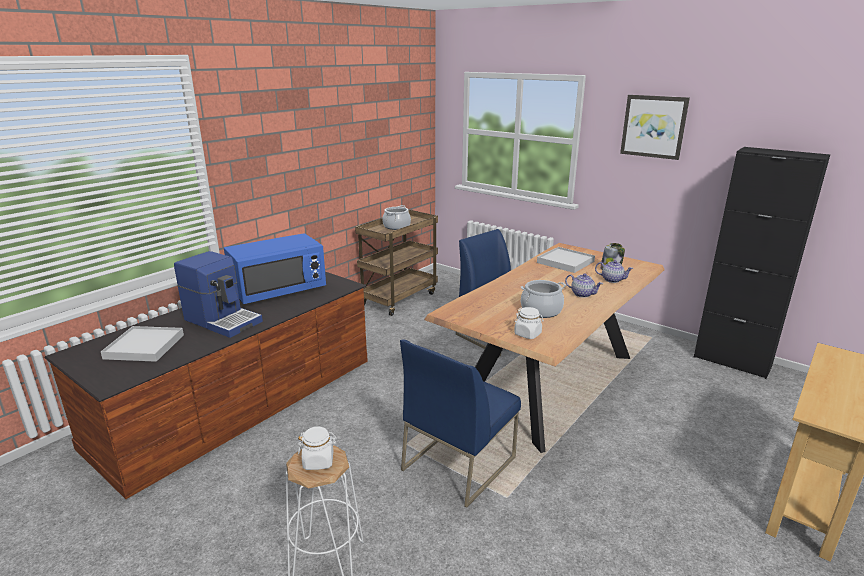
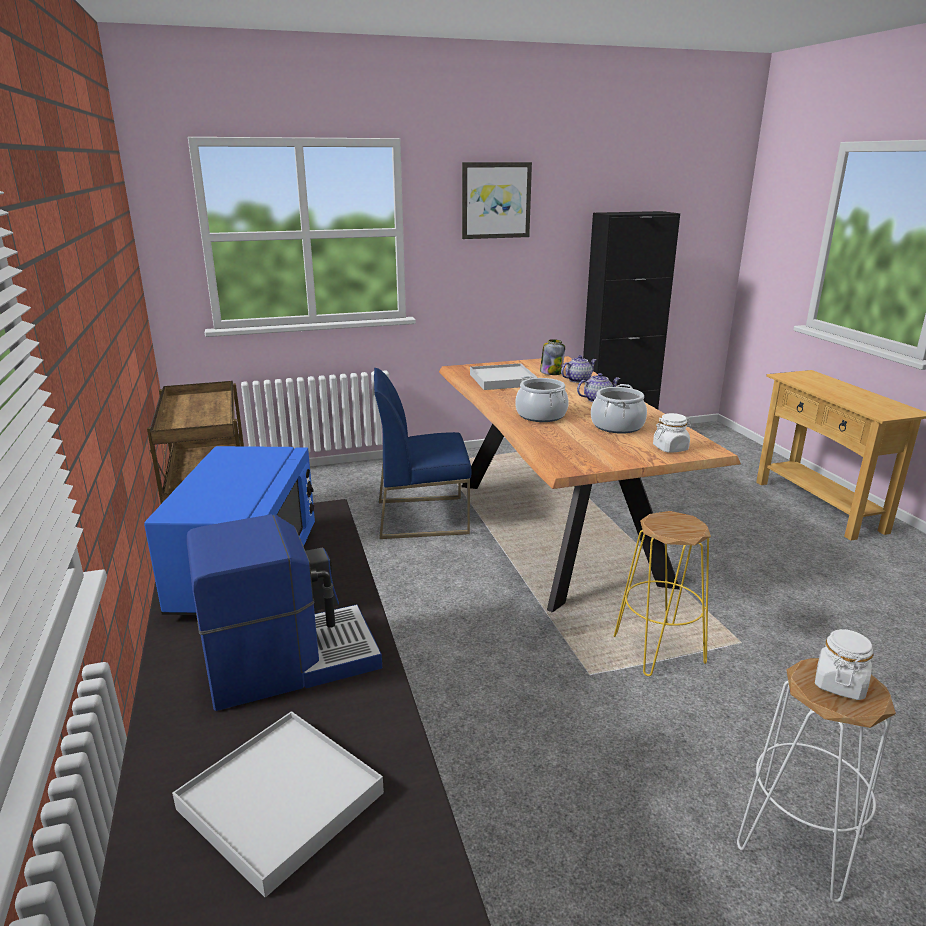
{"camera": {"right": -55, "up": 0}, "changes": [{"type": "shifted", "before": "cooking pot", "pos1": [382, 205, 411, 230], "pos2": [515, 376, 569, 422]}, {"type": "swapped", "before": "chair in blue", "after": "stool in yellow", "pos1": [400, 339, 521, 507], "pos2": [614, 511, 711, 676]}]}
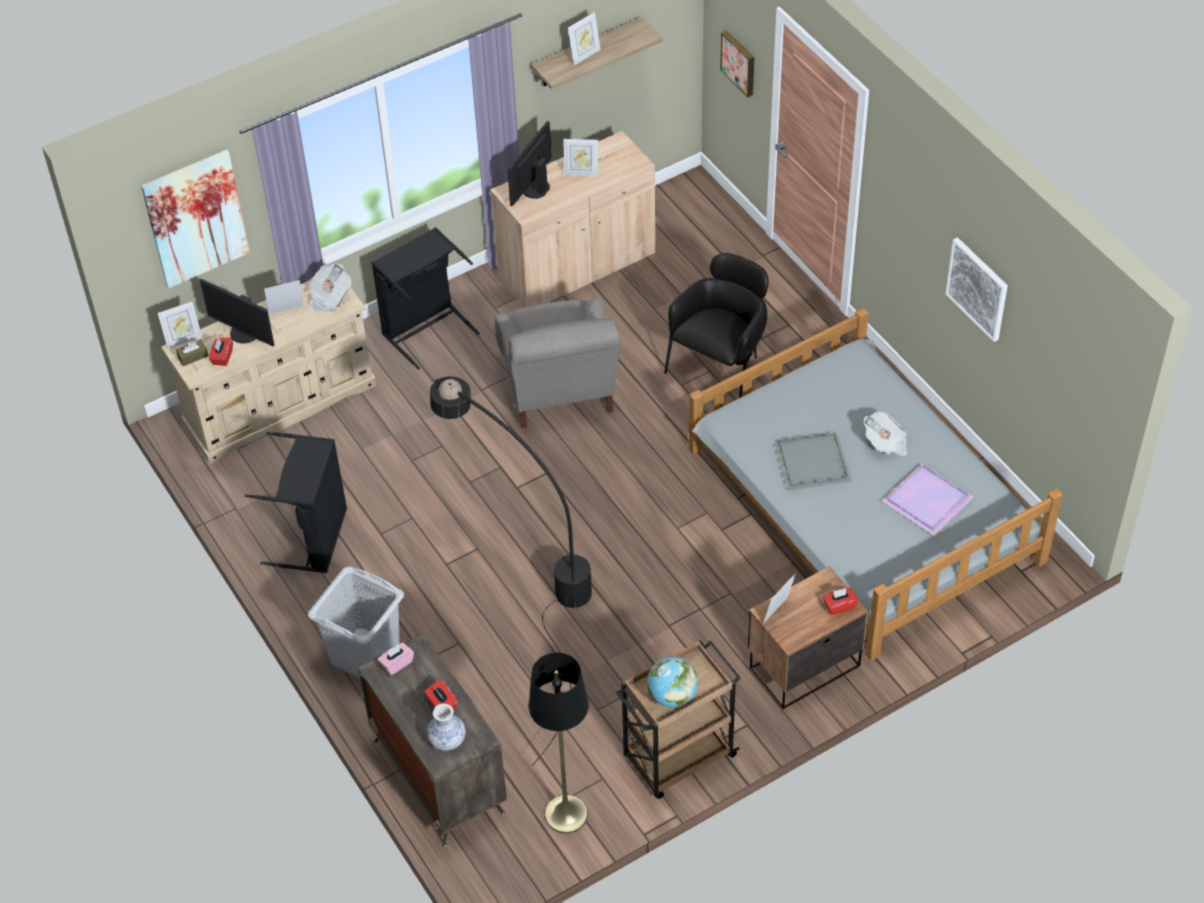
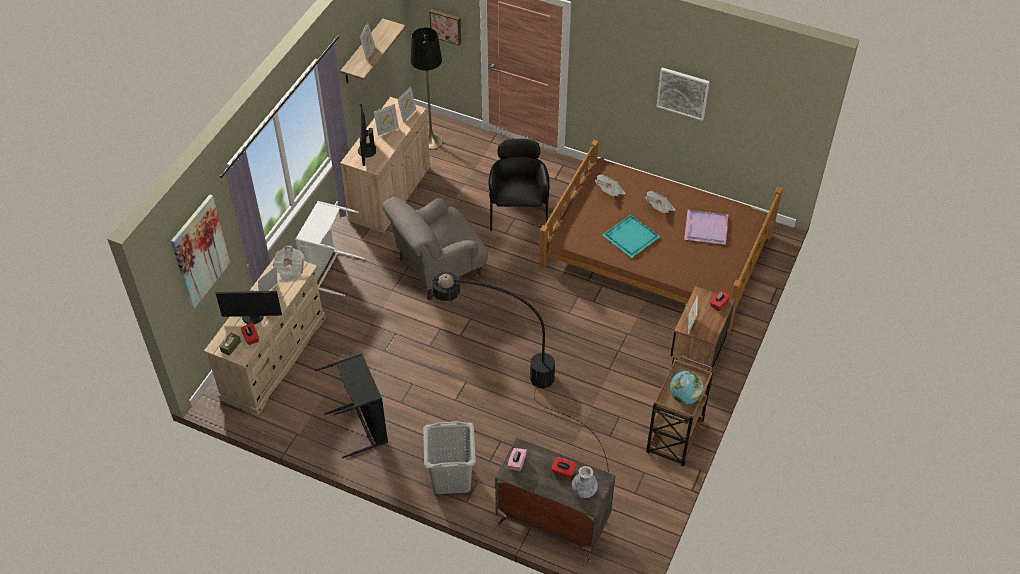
{"camera": {"right": -35, "up": 0}, "changes": [{"type": "new", "after": "newspaper", "pos2": [595, 174, 625, 197]}, {"type": "shifted", "before": "picture frame", "pos1": [158, 302, 202, 349], "pos2": [398, 86, 416, 123]}, {"type": "shifted", "before": "floor lamp in black", "pos1": [529, 652, 589, 834], "pos2": [411, 28, 443, 150]}, {"type": "repainted", "before": "laundry basket in black", "after": "laundry basket in white", "pos1": [372, 227, 480, 369], "pos2": [295, 201, 365, 296]}, {"type": "repainted", "before": "bed in grey", "after": "bed in brown", "pos1": [689, 308, 1063, 661], "pos2": [539, 140, 783, 332]}, {"type": "repainted", "before": "tray in grey", "after": "tray in turquoise", "pos1": [775, 433, 852, 491], "pos2": [602, 215, 660, 258]}, {"type": "rotated", "before": "armchair in grey", "pos1": [494, 296, 620, 428], "pos2": [382, 197, 488, 300], "turn": 105}]}
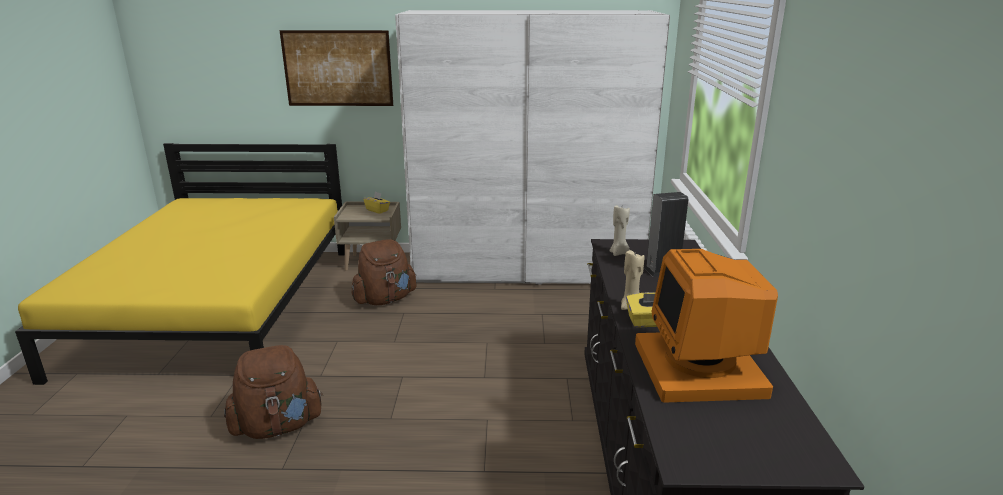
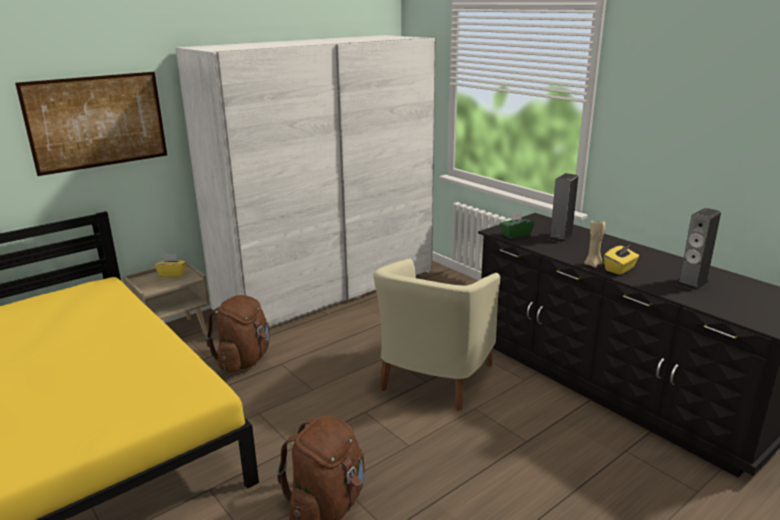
{"camera": {"right": -40, "up": 0}, "changes": [{"type": "new", "after": "armchair in beige", "pos2": [373, 259, 500, 411]}, {"type": "swapped", "before": "candle in beige", "after": "tissue box in green", "pos1": [610, 205, 630, 256], "pos2": [500, 212, 534, 239]}, {"type": "swapped", "before": "monitor", "after": "speaker", "pos1": [635, 249, 778, 403], "pos2": [677, 208, 721, 291]}]}
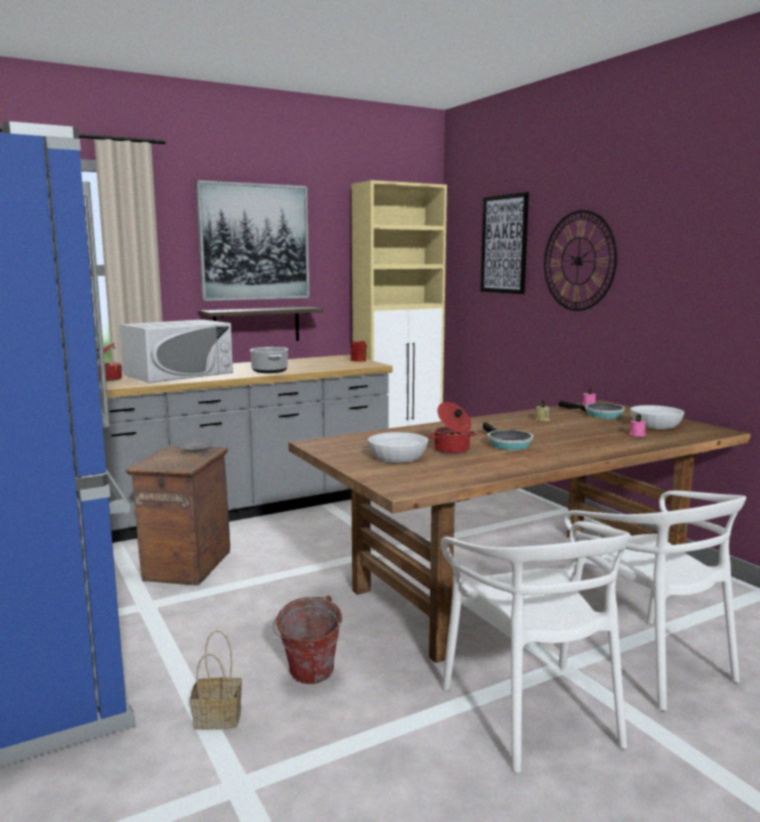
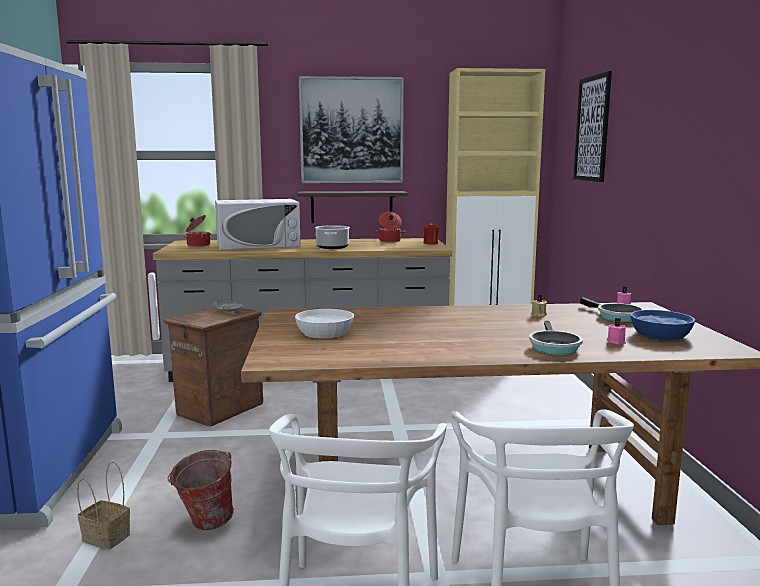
{"camera": {"right": 25, "up": 0}, "changes": [{"type": "gone", "before": "wall clock", "pos1": [544, 210, 617, 311]}, {"type": "shifted", "before": "cooking pot", "pos1": [428, 402, 476, 454], "pos2": [375, 212, 405, 242]}, {"type": "shifted", "before": "frying pan", "pos1": [483, 422, 534, 450], "pos2": [529, 321, 583, 355]}, {"type": "repainted", "before": "bowl in white", "after": "bowl in blue", "pos1": [630, 405, 684, 429], "pos2": [631, 310, 695, 340]}]}
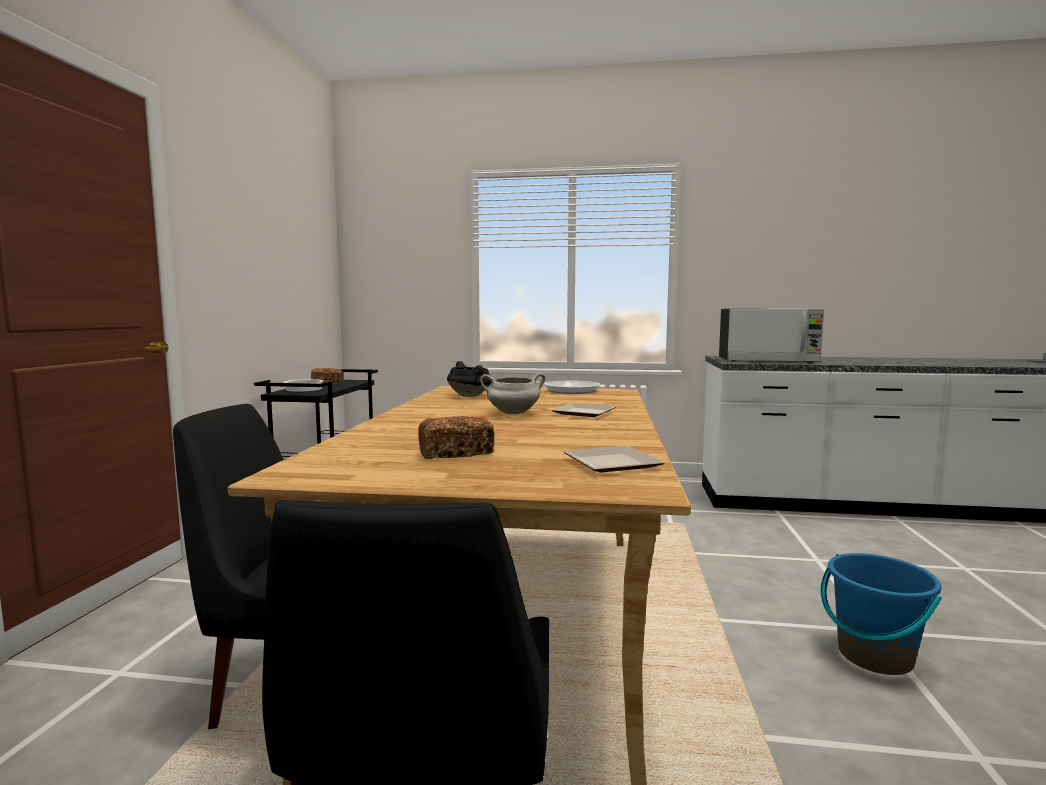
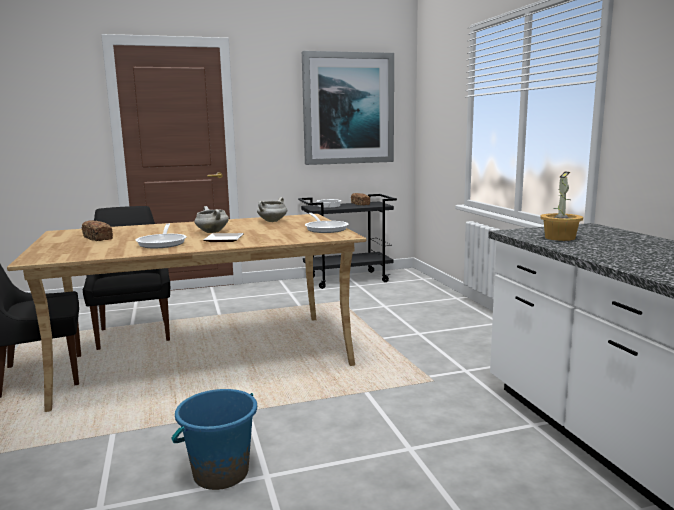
{"camera": {"right": 65, "up": 5}, "changes": [{"type": "gone", "before": "plate", "pos1": [563, 446, 665, 473]}, {"type": "new", "after": "frying pan", "pos2": [135, 224, 187, 248]}, {"type": "new", "after": "picture", "pos2": [302, 51, 394, 165]}, {"type": "swapped", "before": "microwave", "after": "potted plant", "pos1": [719, 309, 824, 363], "pos2": [540, 171, 583, 241]}, {"type": "repainted", "before": "cooking pot in black", "after": "cooking pot in white", "pos1": [447, 361, 491, 397], "pos2": [257, 197, 287, 222]}]}
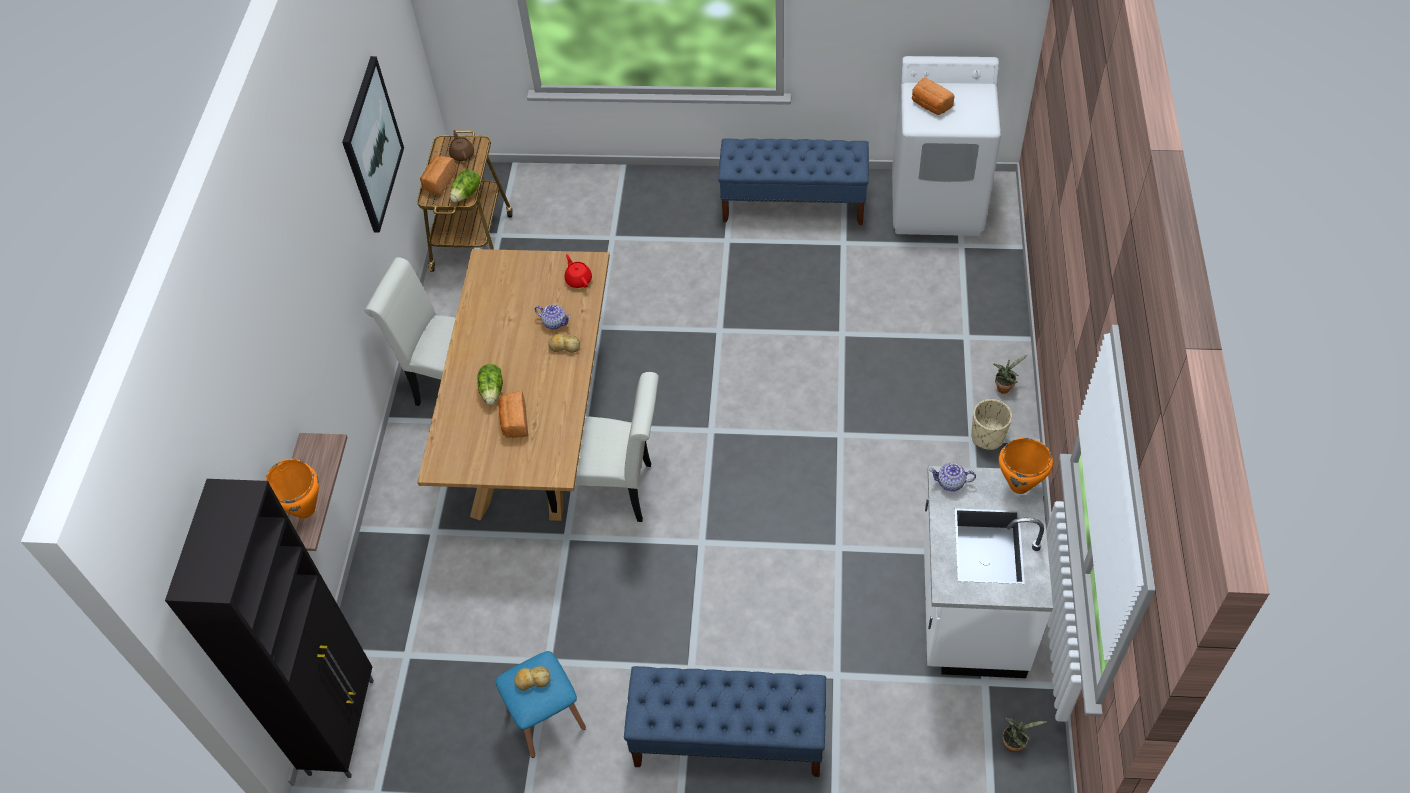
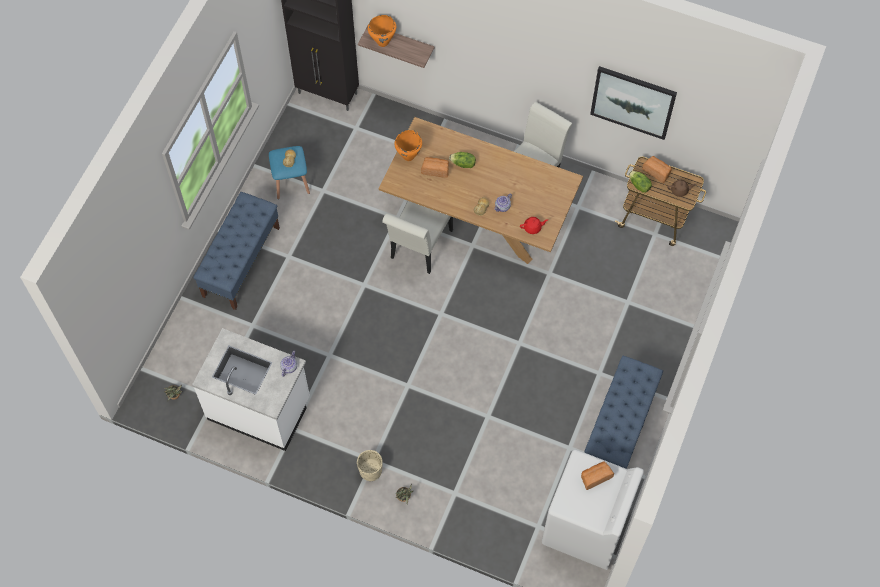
{"camera": {"right": 105, "up": 10}, "changes": [{"type": "shifted", "before": "cooking pot in orange", "pos1": [999, 438, 1053, 494], "pos2": [394, 130, 422, 161]}]}
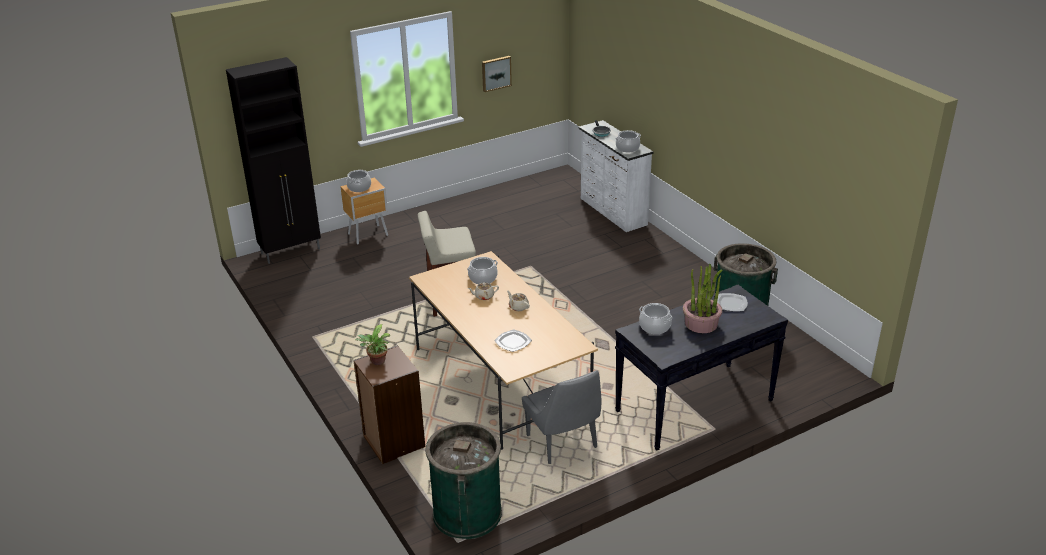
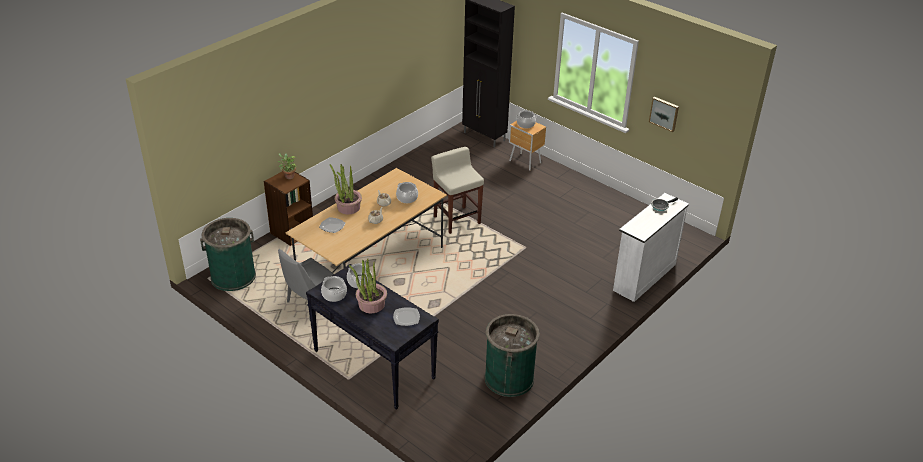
{"camera": {"right": 70, "up": 5}, "changes": [{"type": "new", "after": "potted plant", "pos2": [330, 164, 362, 214]}, {"type": "shifted", "before": "cooking pot", "pos1": [615, 130, 641, 152], "pos2": [321, 276, 347, 302]}]}
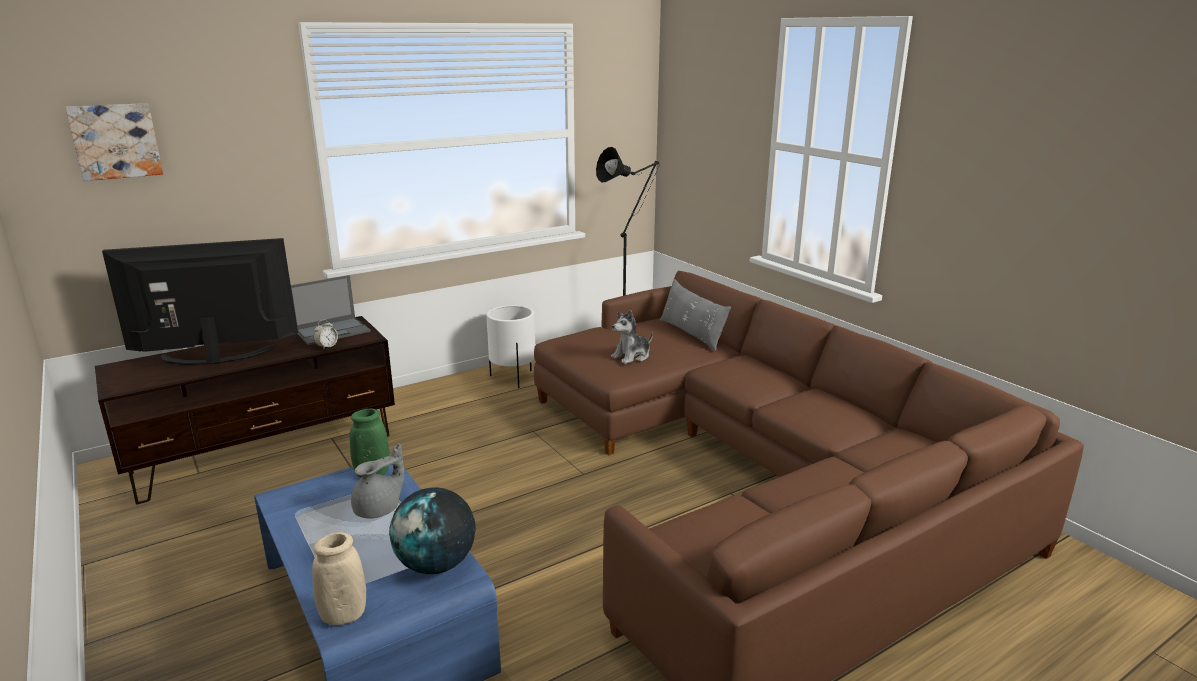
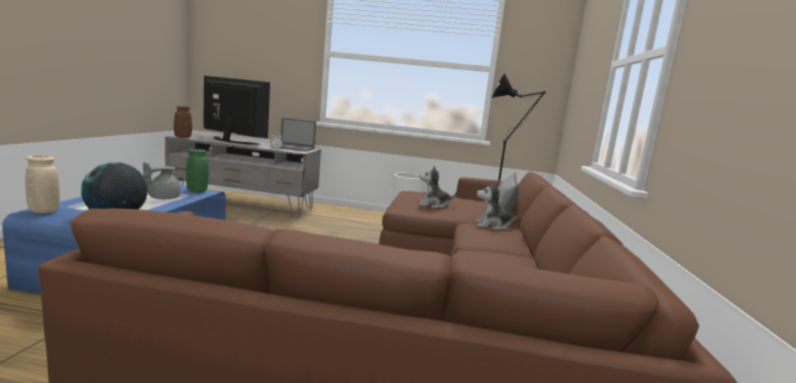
{"camera": {"right": 40, "up": -10}, "changes": [{"type": "gone", "before": "picture", "pos1": [65, 103, 163, 181]}, {"type": "new", "after": "vase in brown", "pos2": [174, 106, 192, 138]}, {"type": "new", "after": "plush toy", "pos2": [475, 182, 519, 230]}, {"type": "repainted", "before": "tv stand in brown", "after": "tv stand in grey", "pos1": [95, 316, 395, 505], "pos2": [165, 134, 321, 217]}, {"type": "rotated", "before": "teapot in grey", "pos1": [351, 443, 404, 519], "pos2": [143, 162, 181, 199], "turn": 120}]}
